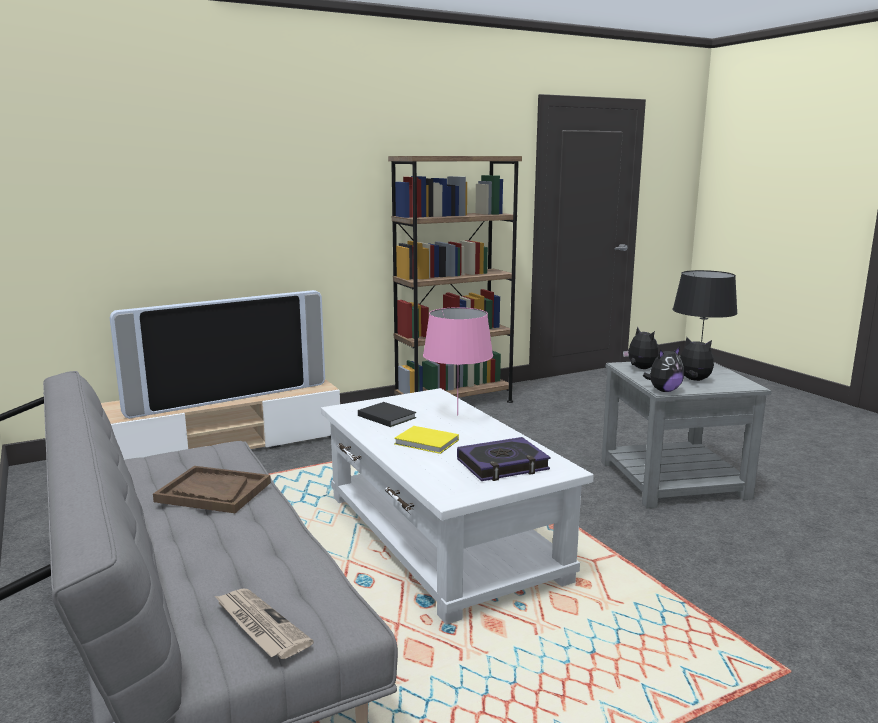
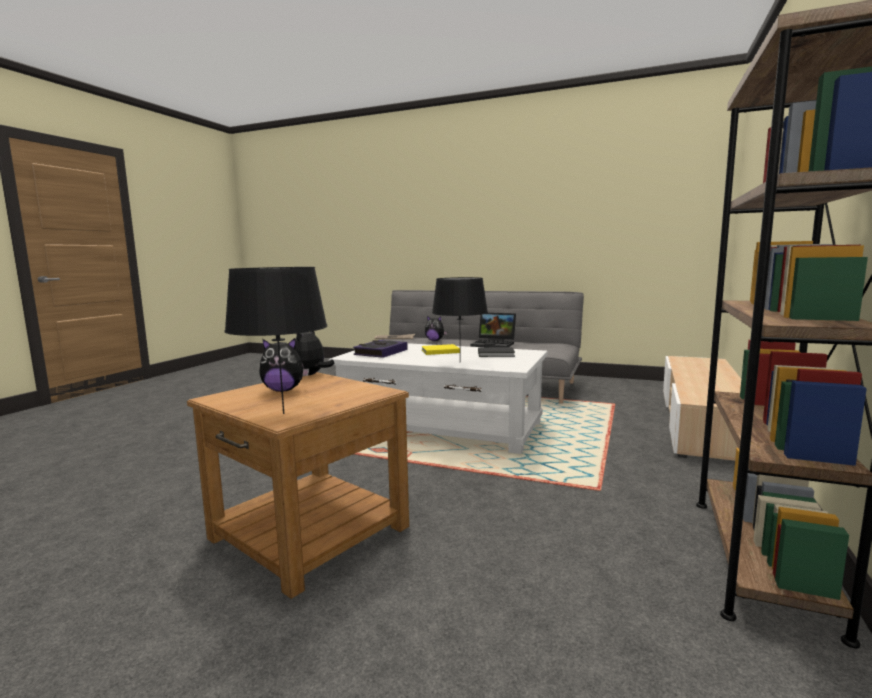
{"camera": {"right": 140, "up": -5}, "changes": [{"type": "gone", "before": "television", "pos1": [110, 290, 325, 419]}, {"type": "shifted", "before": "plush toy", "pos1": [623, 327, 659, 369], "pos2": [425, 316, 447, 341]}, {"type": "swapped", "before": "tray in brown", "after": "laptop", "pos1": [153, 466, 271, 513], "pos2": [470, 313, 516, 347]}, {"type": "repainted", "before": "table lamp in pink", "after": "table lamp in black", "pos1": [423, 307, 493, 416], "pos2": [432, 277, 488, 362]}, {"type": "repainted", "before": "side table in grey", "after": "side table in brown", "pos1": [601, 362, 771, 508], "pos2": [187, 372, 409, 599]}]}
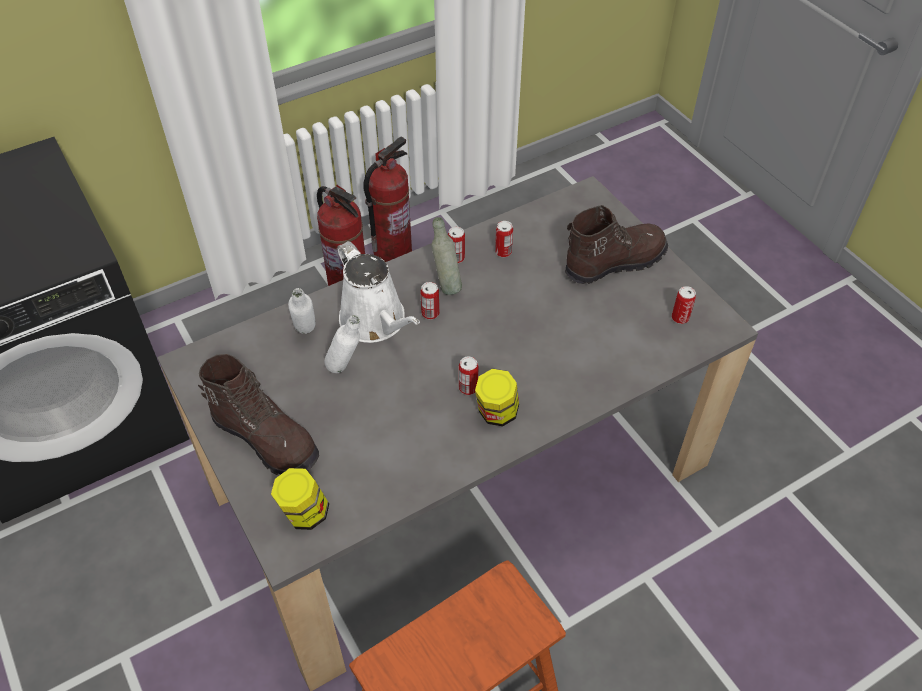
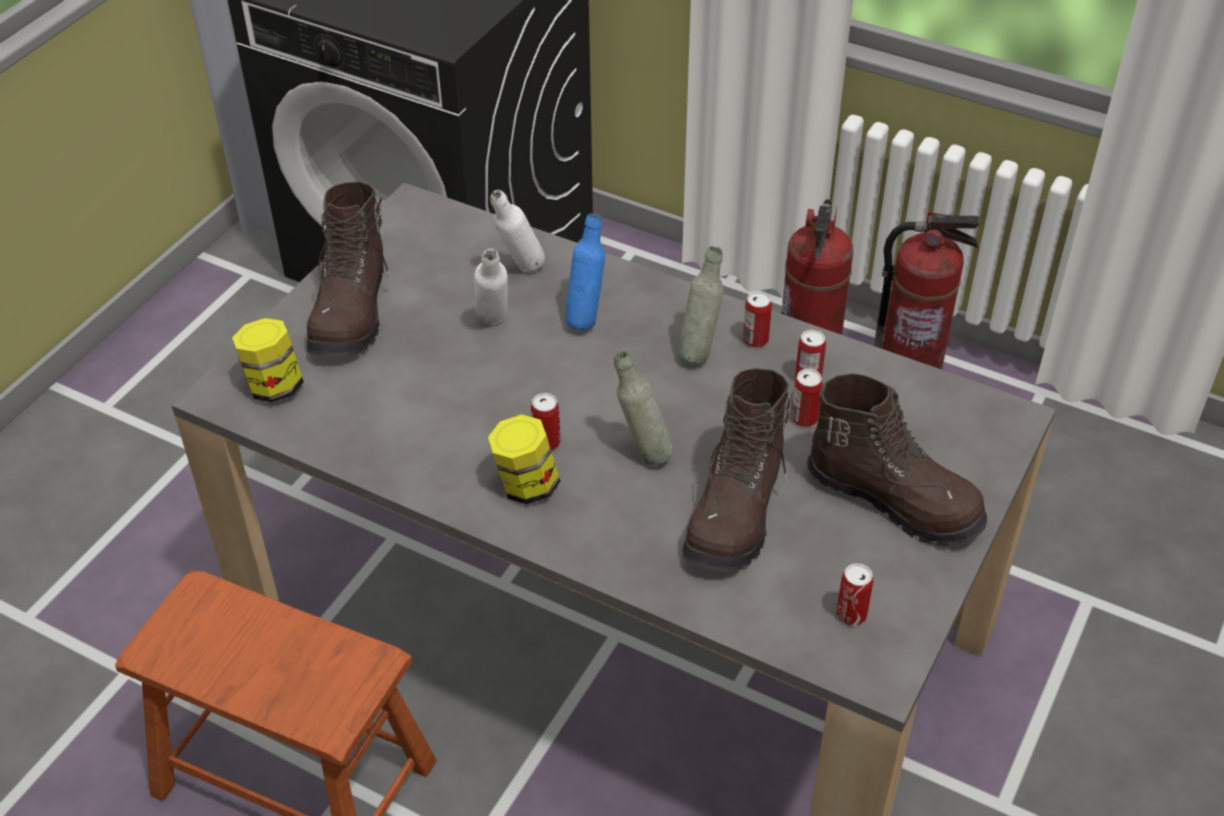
{"camera": {"right": 60, "up": -5}, "changes": [{"type": "new", "after": "bottle in grey", "pos2": [614, 351, 674, 466]}, {"type": "new", "after": "boot in brown", "pos2": [682, 368, 793, 572]}, {"type": "shifted", "before": "can", "pos1": [421, 282, 439, 320], "pos2": [791, 369, 823, 427]}, {"type": "swapped", "before": "watering can in white", "after": "bottle in blue", "pos1": [337, 241, 420, 343], "pos2": [565, 213, 605, 330]}]}
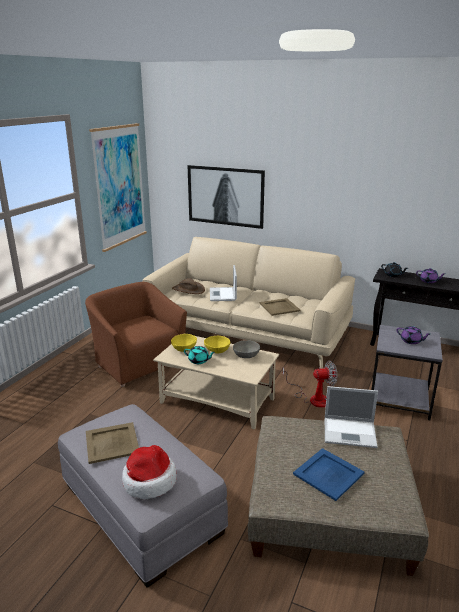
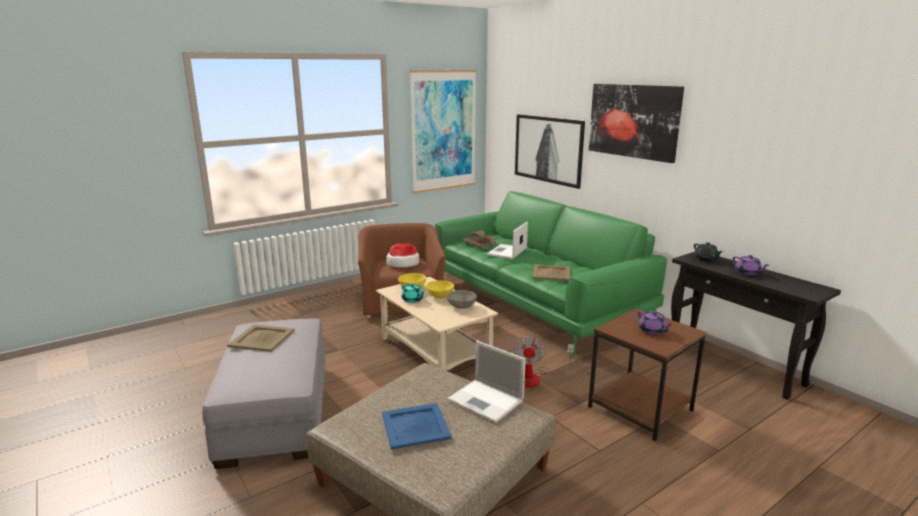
{"camera": {"right": 30, "up": -5}, "changes": [{"type": "new", "after": "picture", "pos2": [589, 84, 684, 163]}, {"type": "shifted", "before": "hat", "pos1": [122, 445, 177, 499], "pos2": [386, 243, 420, 267]}, {"type": "repainted", "before": "sofa in beige", "after": "sofa in green", "pos1": [142, 237, 355, 369], "pos2": [435, 191, 667, 358]}, {"type": "repainted", "before": "side table in grey", "after": "side table in brown", "pos1": [371, 325, 443, 420], "pos2": [588, 308, 707, 441]}, {"type": "rotated", "before": "fan", "pos1": [283, 361, 337, 408], "pos2": [514, 335, 574, 387], "turn": 75}]}
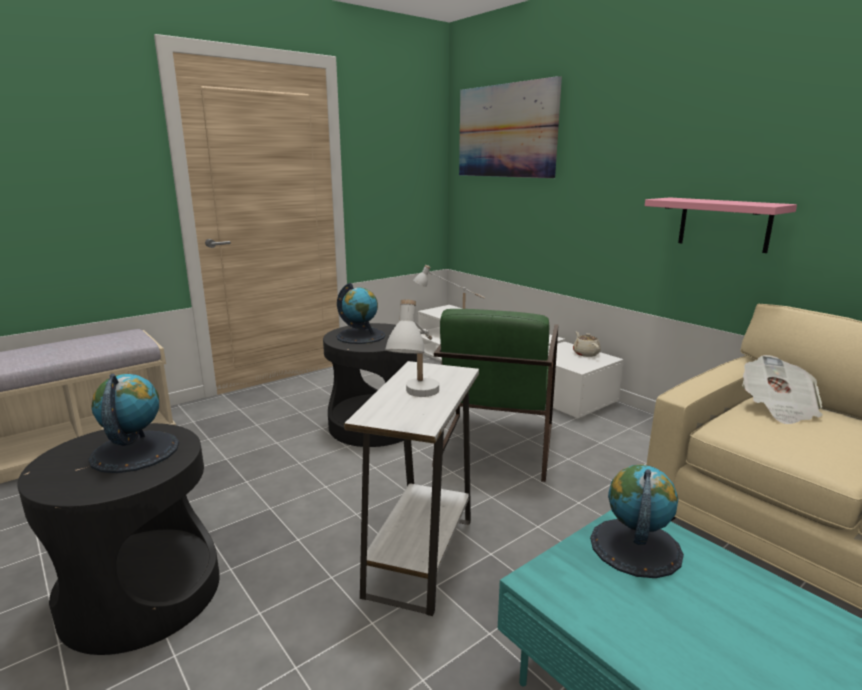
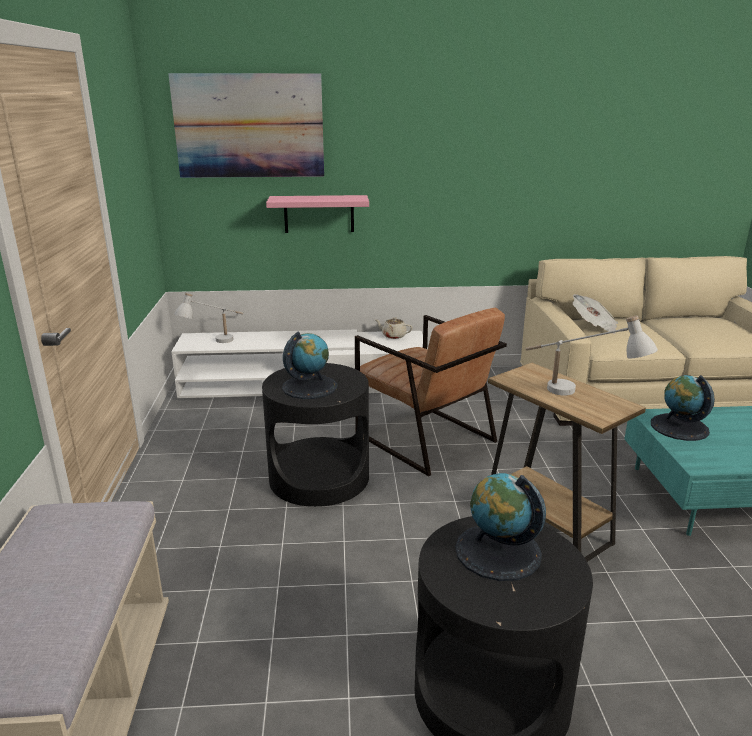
{"camera": {"right": -55, "up": 5}, "changes": [{"type": "shifted", "before": "shelf in pink", "pos1": [645, 198, 797, 253], "pos2": [266, 195, 369, 233]}, {"type": "repainted", "before": "side table in white", "after": "side table in brown", "pos1": [344, 361, 479, 616], "pos2": [488, 363, 646, 562]}, {"type": "repainted", "before": "armchair in green", "after": "armchair in brown", "pos1": [432, 309, 558, 482], "pos2": [355, 308, 507, 476]}]}
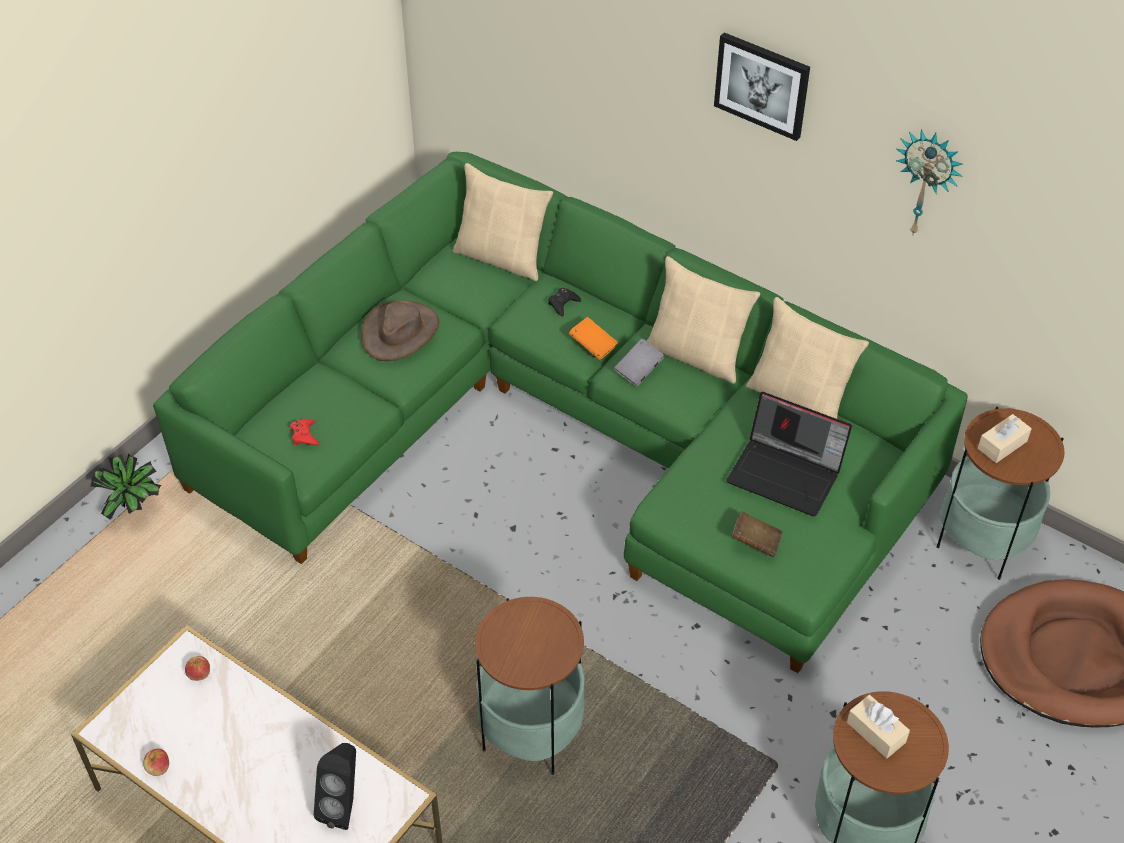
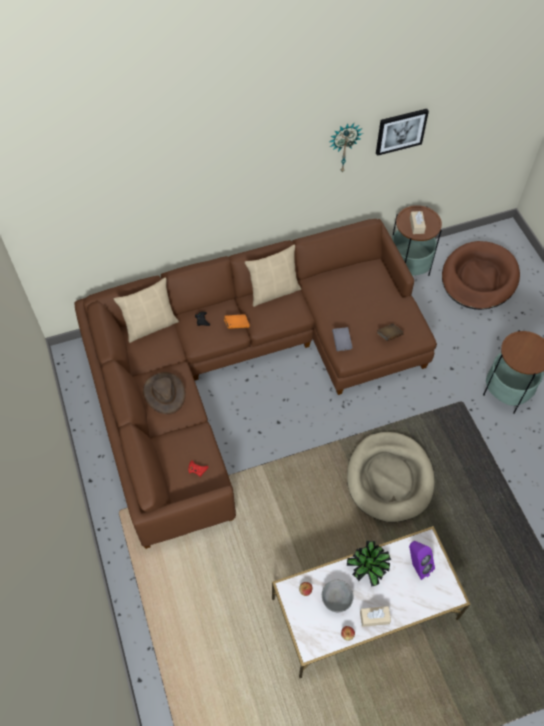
{"camera": {"right": -55, "up": 10}, "changes": [{"type": "gone", "before": "laptop", "pos1": [726, 392, 852, 516]}, {"type": "gone", "before": "pillow in beige", "pos1": [746, 297, 869, 419]}, {"type": "new", "after": "bowl in grey", "pos2": [322, 580, 353, 612]}, {"type": "shifted", "before": "potted plant", "pos1": [90, 453, 161, 520], "pos2": [347, 541, 391, 587]}, {"type": "shifted", "before": "book in grey", "pos1": [614, 338, 664, 386], "pos2": [332, 327, 353, 351]}, {"type": "shifted", "before": "picture", "pos1": [714, 33, 810, 141], "pos2": [376, 109, 429, 156]}, {"type": "shifted", "before": "tissue box in beige", "pos1": [847, 695, 910, 758], "pos2": [360, 606, 391, 627]}, {"type": "swapped", "before": "side table", "after": "dog bed in beige", "pos1": [475, 597, 585, 775], "pos2": [347, 432, 435, 522]}, {"type": "repainted", "before": "sofa in green", "after": "sofa in brown", "pos1": [153, 152, 968, 673], "pos2": [74, 219, 437, 549]}, {"type": "repainted", "before": "speaker in black", "after": "speaker in purple", "pos1": [314, 743, 356, 830], "pos2": [409, 541, 435, 580]}]}
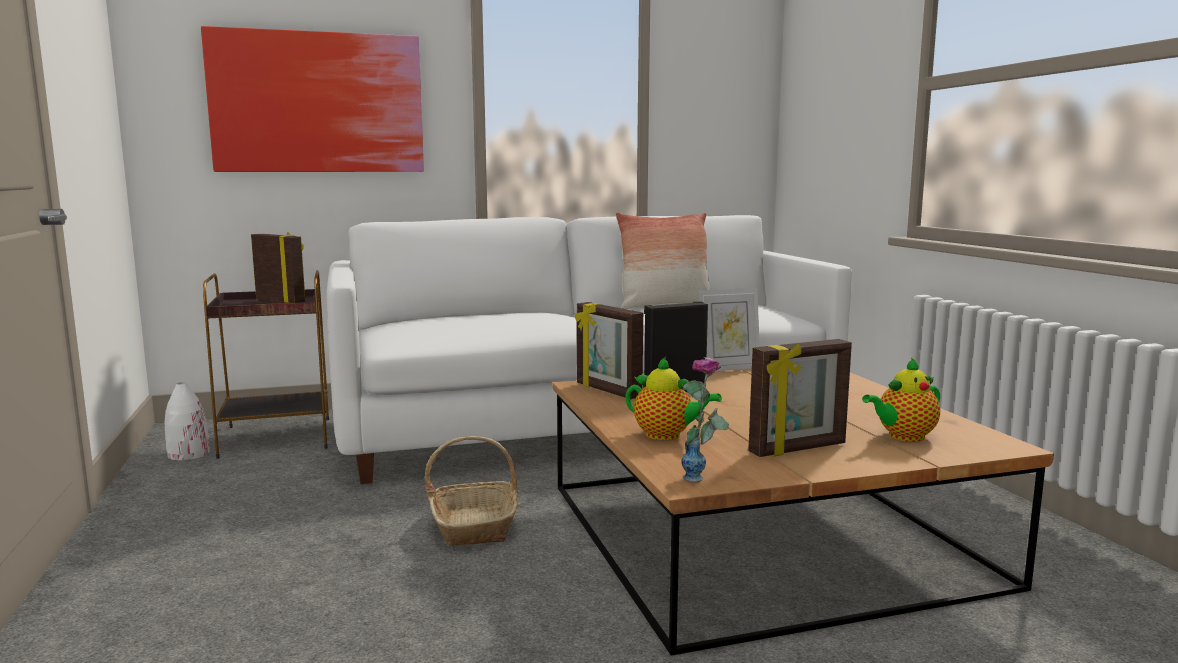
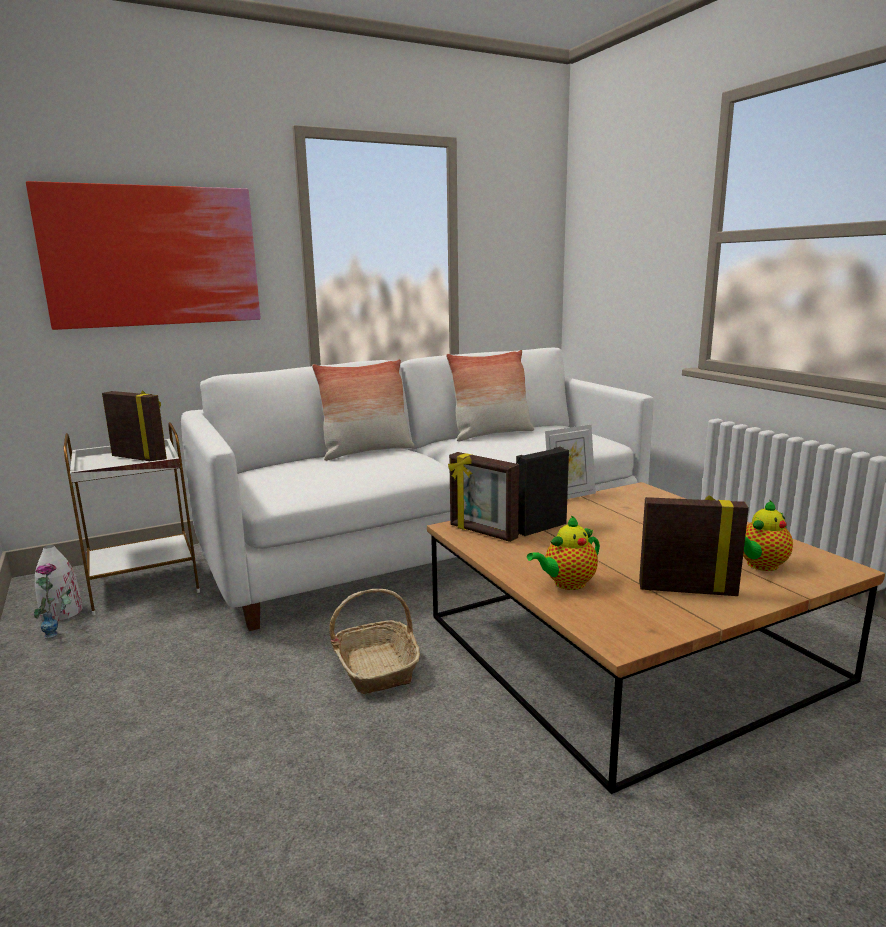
{"camera": {"right": -10, "up": 5}, "changes": [{"type": "new", "after": "pillow", "pos2": [312, 359, 414, 461]}, {"type": "shifted", "before": "vase", "pos1": [681, 357, 729, 482], "pos2": [34, 563, 72, 639]}, {"type": "repainted", "before": "side table in brown", "after": "side table in white", "pos1": [203, 270, 329, 459], "pos2": [64, 422, 200, 615]}, {"type": "rotated", "before": "teapot", "pos1": [625, 357, 722, 440], "pos2": [527, 515, 600, 590], "turn": 135}, {"type": "rotated", "before": "picture frame", "pos1": [748, 339, 852, 457], "pos2": [639, 495, 749, 596], "turn": -135}]}
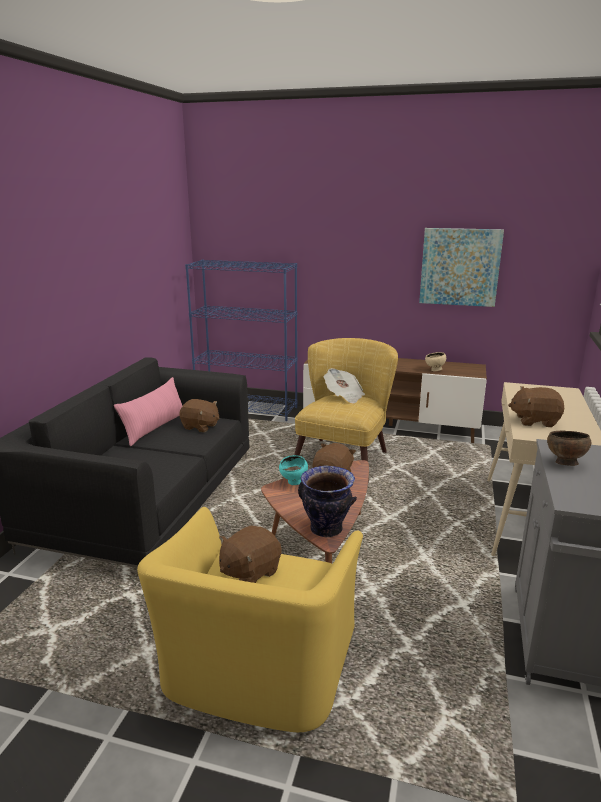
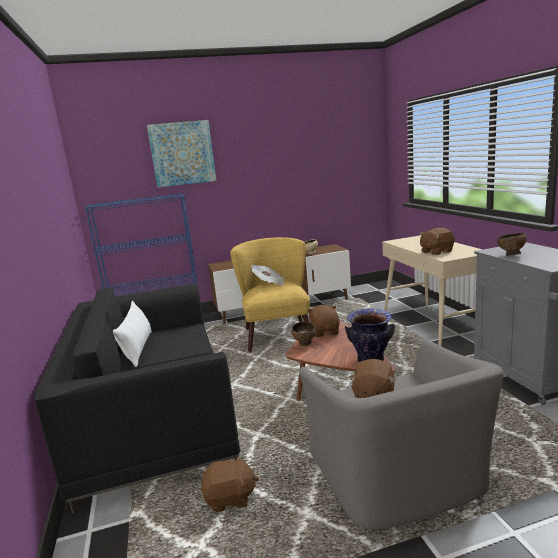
{"camera": {"right": -30, "up": -5}, "changes": [{"type": "shifted", "before": "plush toy in brown", "pos1": [179, 399, 219, 432], "pos2": [201, 455, 259, 512]}, {"type": "shifted", "before": "picture", "pos1": [419, 228, 504, 307], "pos2": [147, 120, 216, 188]}, {"type": "repainted", "before": "pillow in pink", "after": "pillow in white", "pos1": [114, 377, 182, 446], "pos2": [113, 301, 152, 367]}, {"type": "repainted", "before": "armchair in yellow", "after": "armchair in grey", "pos1": [137, 507, 363, 732], "pos2": [299, 339, 504, 530]}, {"type": "repainted", "before": "bowl in turquoise", "after": "bowl in brown", "pos1": [279, 455, 308, 485], "pos2": [291, 321, 316, 346]}]}
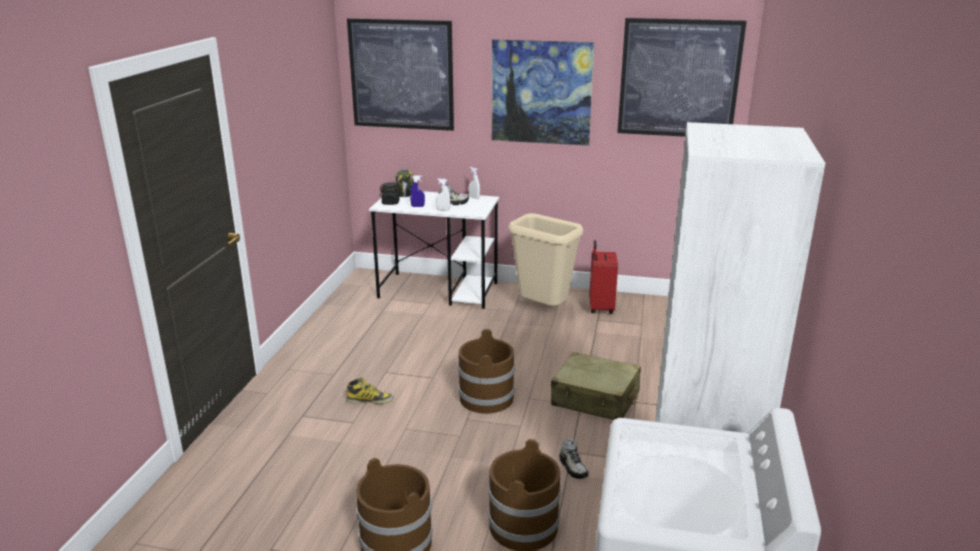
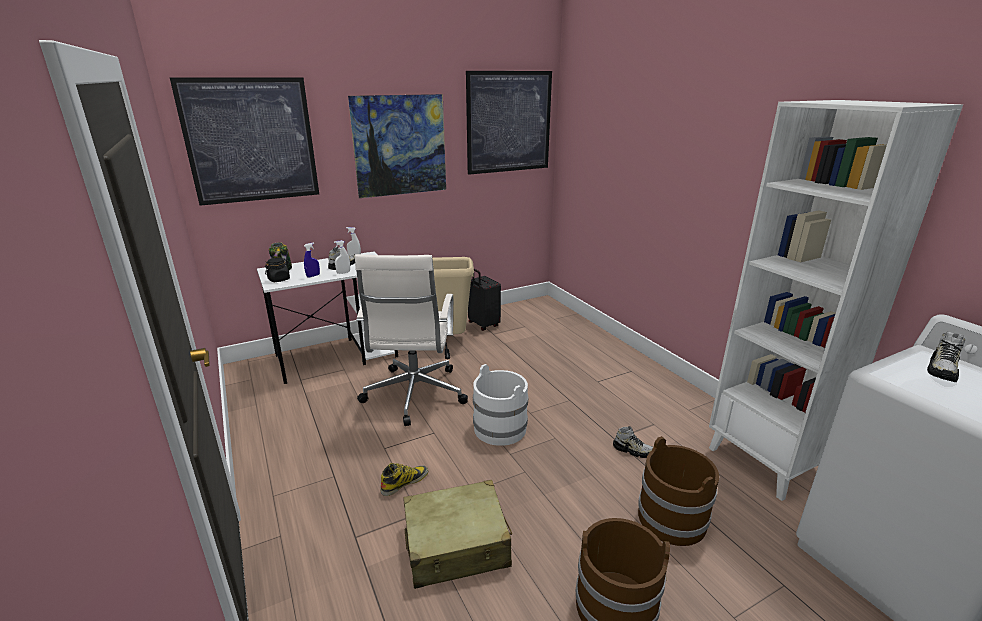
{"camera": {"right": -40, "up": 0}, "changes": [{"type": "new", "after": "office chair in white", "pos2": [355, 254, 468, 426]}, {"type": "new", "after": "shoe", "pos2": [927, 332, 965, 382]}, {"type": "shifted", "before": "suitcase in beige", "pos1": [551, 352, 641, 420], "pos2": [403, 480, 512, 589]}, {"type": "repainted", "before": "bucket in brown", "after": "bucket in white", "pos1": [458, 329, 515, 414], "pos2": [473, 364, 528, 446]}, {"type": "repainted", "before": "suitcase in red", "after": "suitcase in black", "pos1": [589, 240, 618, 314], "pos2": [468, 269, 501, 331]}]}
